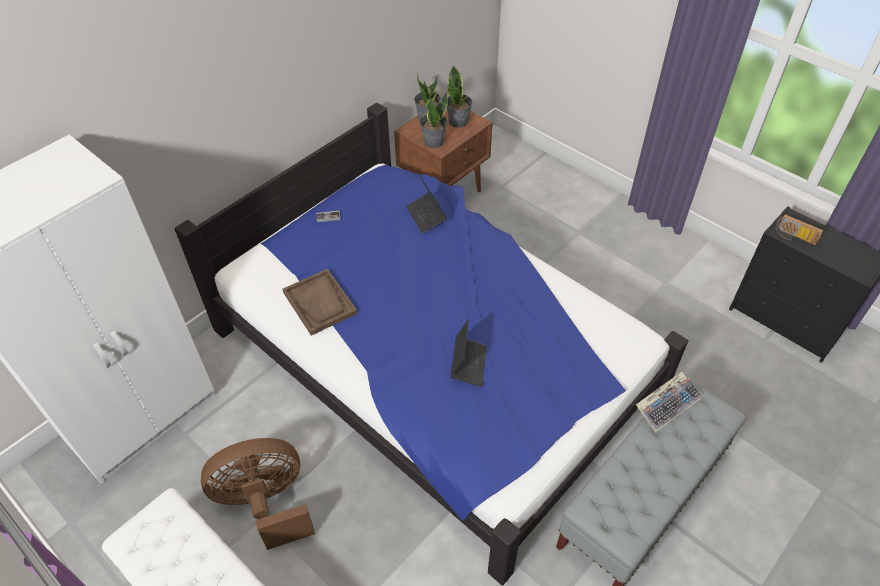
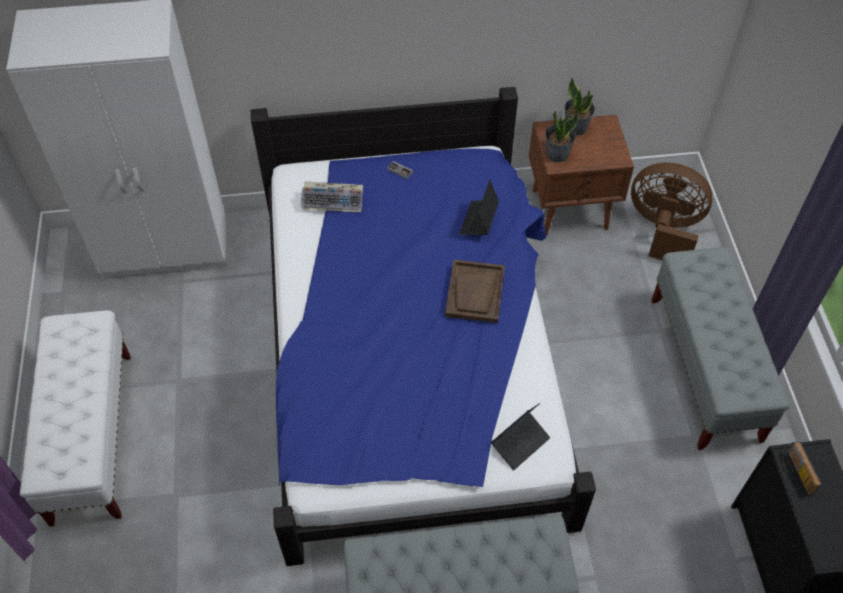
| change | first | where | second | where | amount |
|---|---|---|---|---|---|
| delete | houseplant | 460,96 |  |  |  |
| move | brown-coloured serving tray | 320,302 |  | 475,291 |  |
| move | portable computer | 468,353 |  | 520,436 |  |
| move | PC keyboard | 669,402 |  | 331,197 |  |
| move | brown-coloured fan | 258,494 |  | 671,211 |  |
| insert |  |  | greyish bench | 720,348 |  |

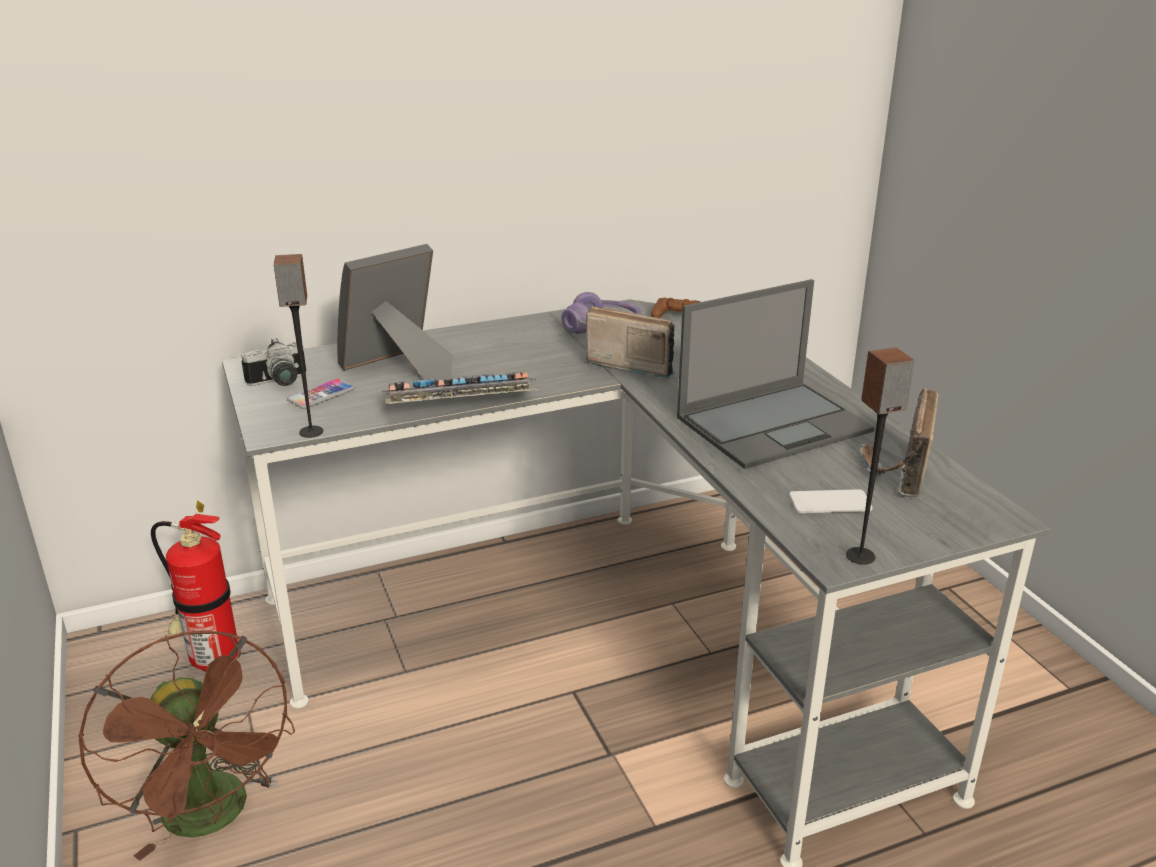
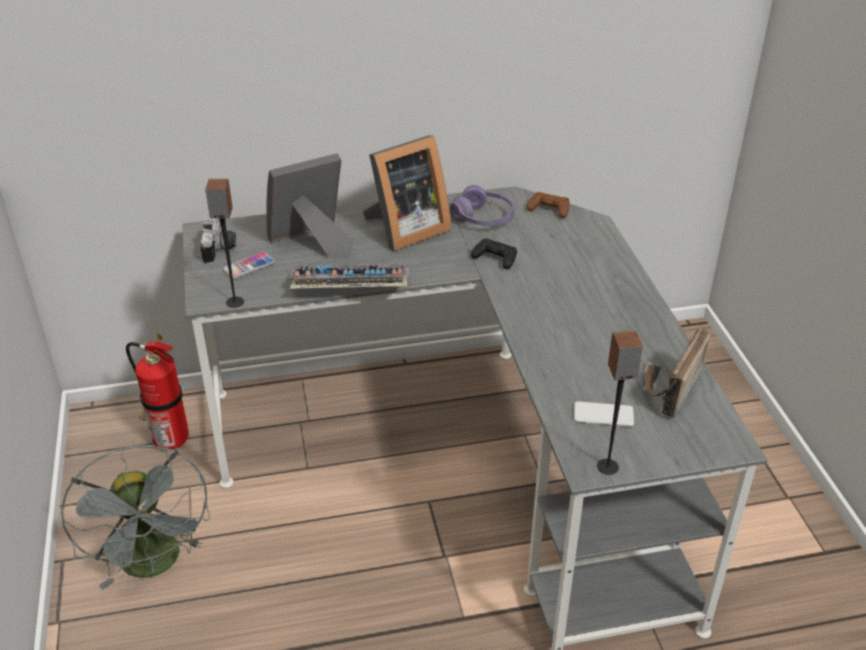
| change | first | where | second | where | amount |
|---|---|---|---|---|---|
| delete | portable computer | 776,374 |  |  |  |
| replace | radio set | 630,342 | black game controller | 494,253 |  |
| rotate | photo camera | 274,362 |  | 218,241 | 75 degrees counterclockwise |
| recolor | brown-coloured fan | 186,745 | greyish fan | 135,517 |  |
| insert |  |  | standing frame | 406,193 |  |

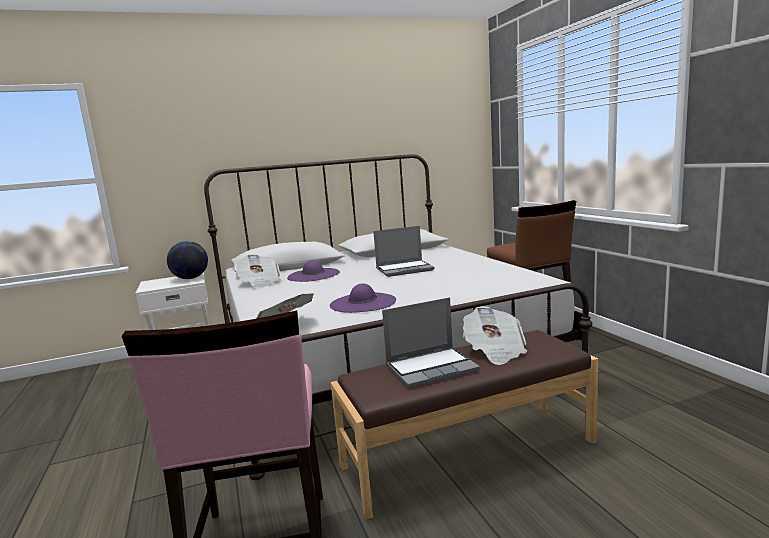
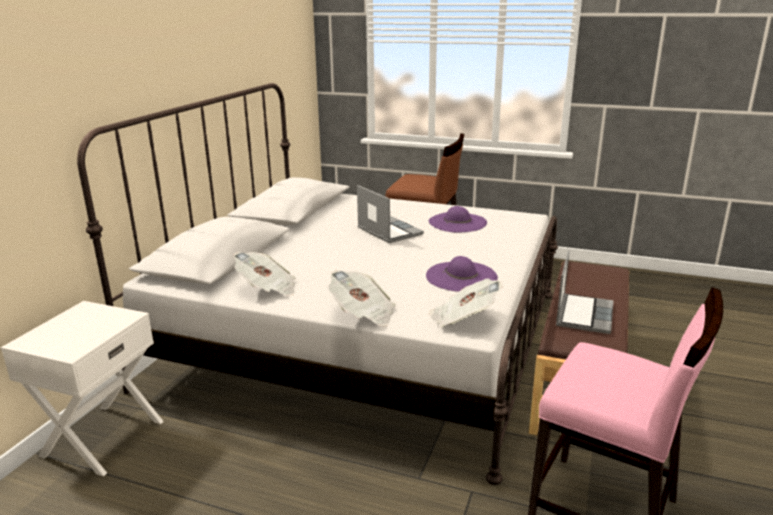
| change | first | where | second | where | amount |
|---|---|---|---|---|---|
| rotate | portable computer | 404,251 |  | 390,214 | 60 degrees counterclockwise |
| delete | world globe | 187,260 |  |  |  |
| move | purple hat | 313,271 |  | 458,219 |  |
| move | printed paper | 495,335 |  | 361,298 |  |

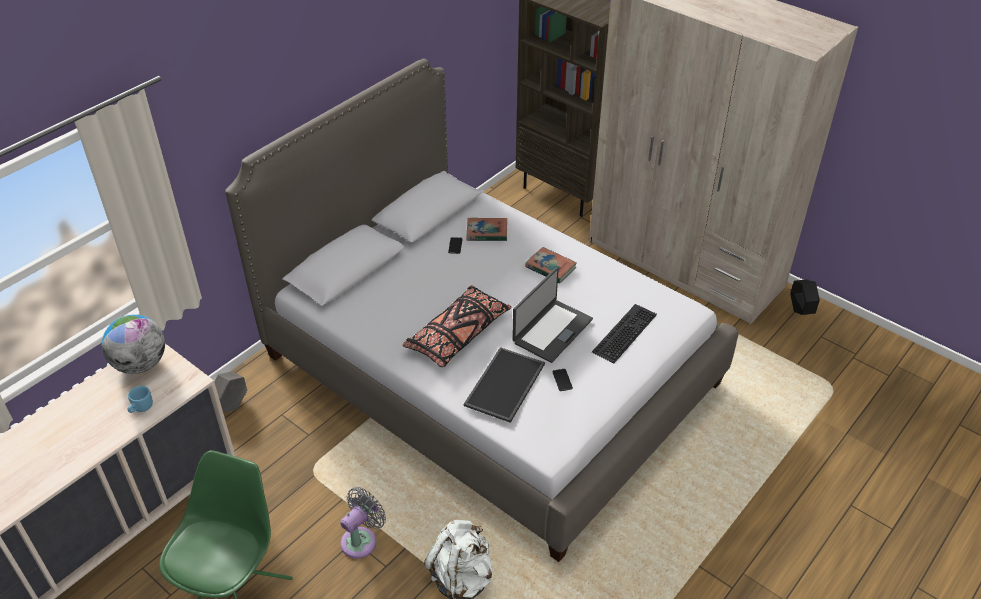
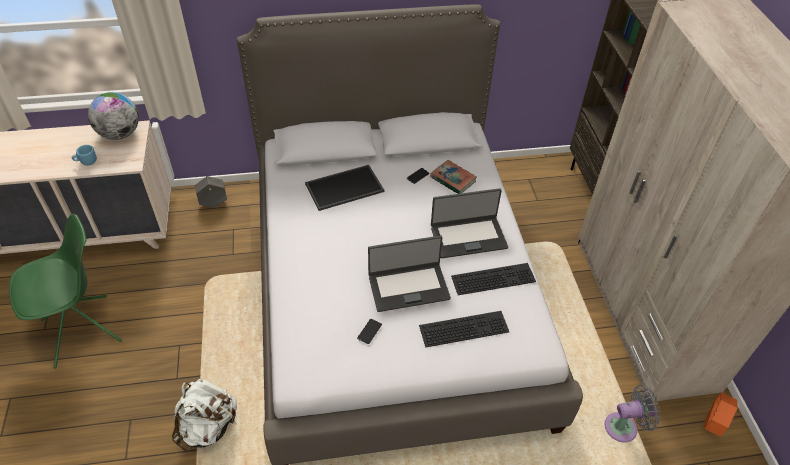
| change | first | where | second | where | amount |
|---|---|---|---|---|---|
| replace | volume | 551,265 | portable computer | 469,223 |  |
| recolor | black plant pot | 805,297 | orange-coloured plant pot | 721,414 |  |
| delete | black throw pillow | 457,326 |  |  |  |
| move | serving tray | 504,385 |  | 344,188 |  |
| move | greyish fan | 363,523 |  | 633,413 |  |
| insert |  |  | PC keyboard | 493,279 |  |

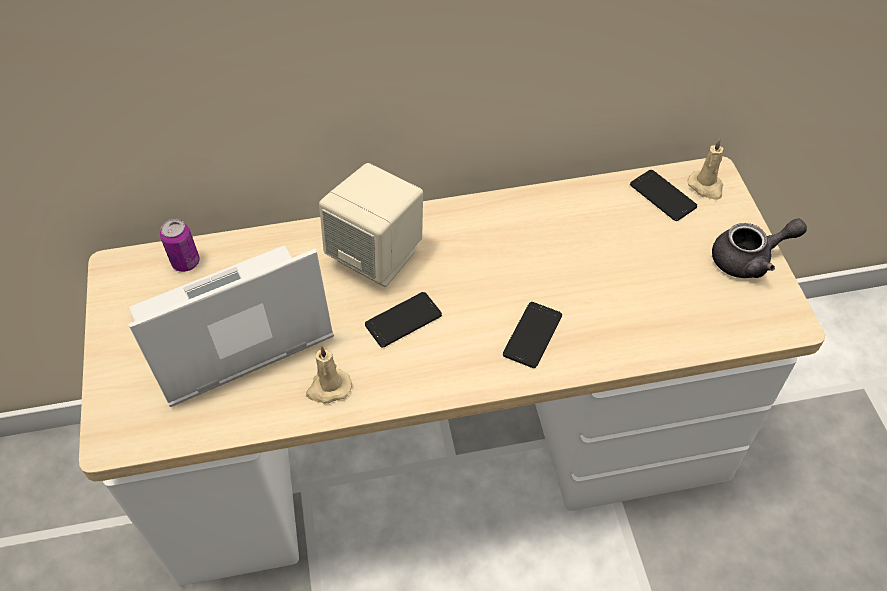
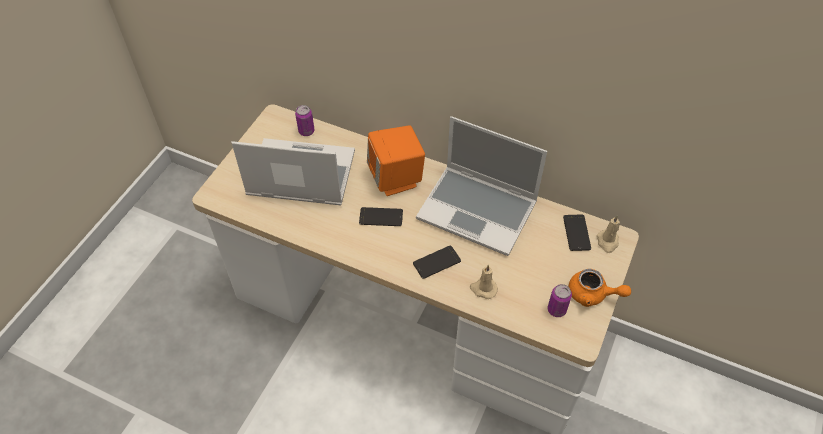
| change | first | where | second | where | amount |
|---|---|---|---|---|---|
| recolor | beige-coloured audio speaker | 371,225 | orange-coloured audio speaker | 396,161 |  |
| recolor | greyish tea pot | 759,248 | orange-coloured tea pot | 600,288 |  |
| move | beige-coloured wax light | 329,375 |  | 484,282 |  |
| insert |  |  | portable computer | 481,186 |  |
| insert |  |  | metal can | 560,300 |  |

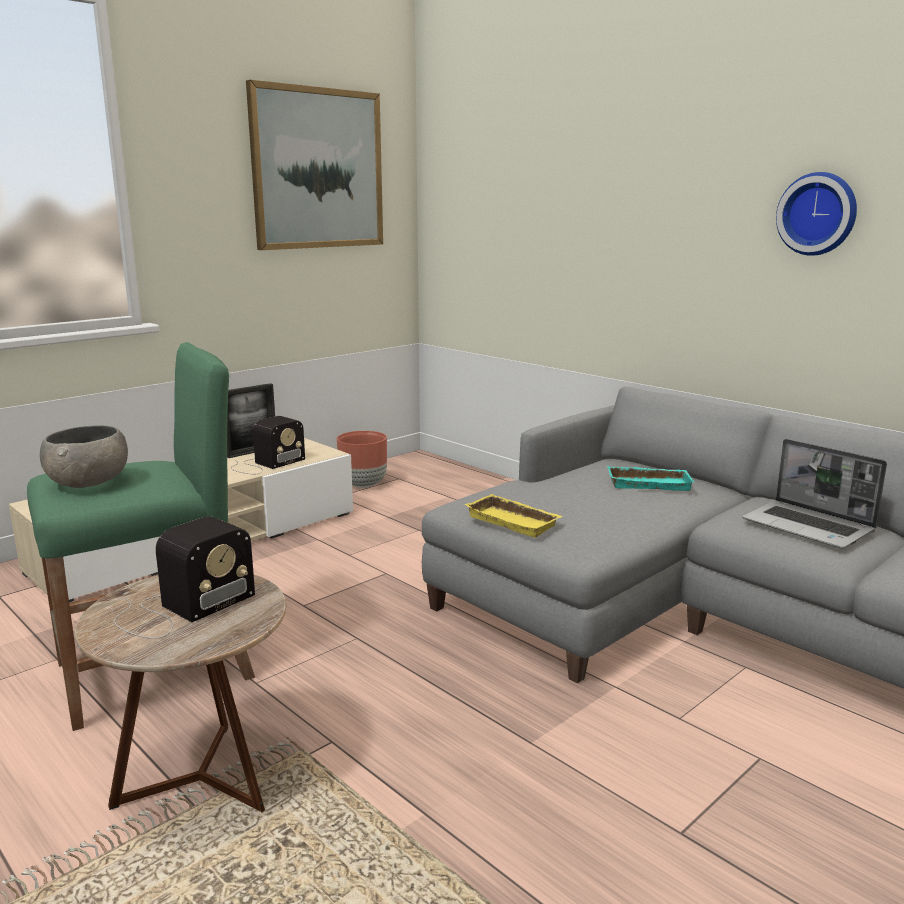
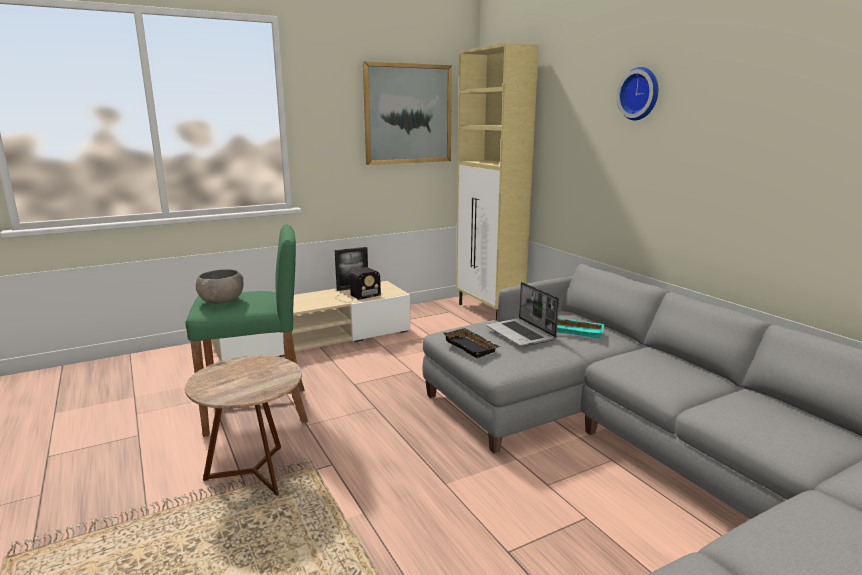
| change | first | where | second | where | amount |
|---|---|---|---|---|---|
| move | wall clock | 816,214 |  | 637,93 |  |
| delete | brown-coloured plant pot | 362,459 |  |  |  |
| move | portable computer | 814,494 |  | 522,314 |  |
| recolor | yellowish serving tray | 513,516 | black serving tray | 471,343 |  |
| delete | radio set | 184,577 |  |  |  |
| insert |  |  | beige-coloured storage cabinet | 497,182 |  |

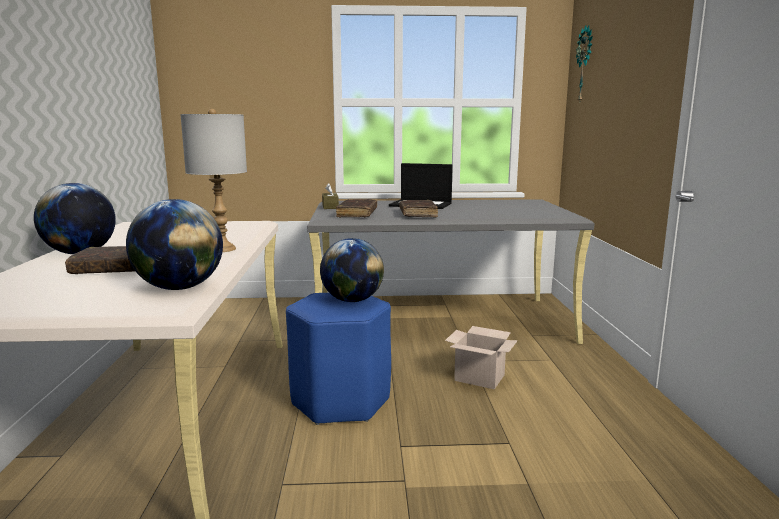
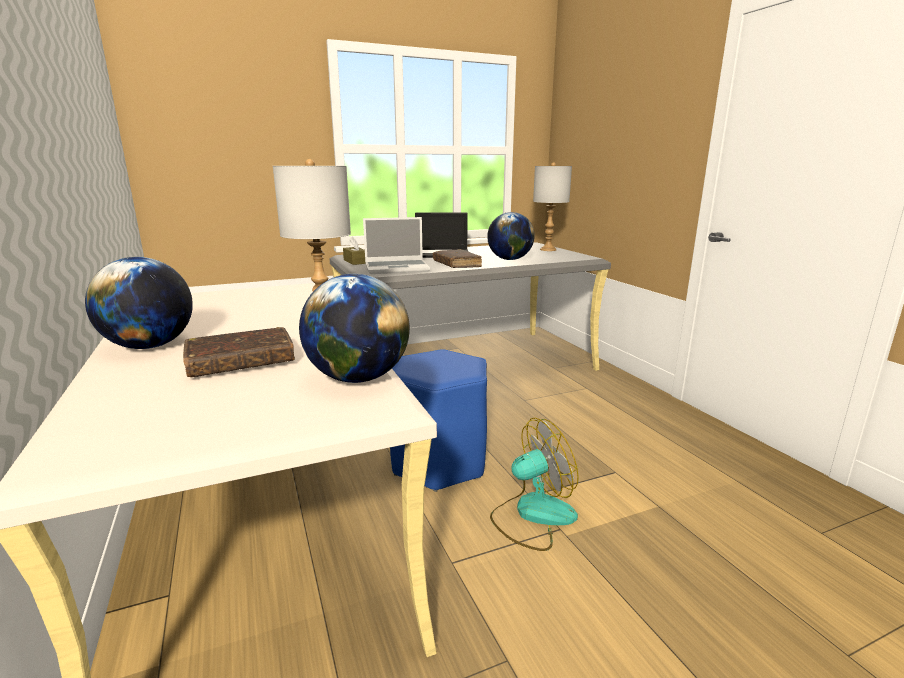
| change | first | where | second | where | amount |
|---|---|---|---|---|---|
| delete | wall clock | 584,64 |  |  |  |
| replace | brown-coloured volume | 356,208 | portable computer | 396,245 |  |
| move | world globe | 352,270 |  | 511,236 |  |
| delete | packing box | 481,357 |  |  |  |
| insert |  |  | greyish lamp for a table | 552,206 |  |
| insert |  |  | fan | 534,484 |  |

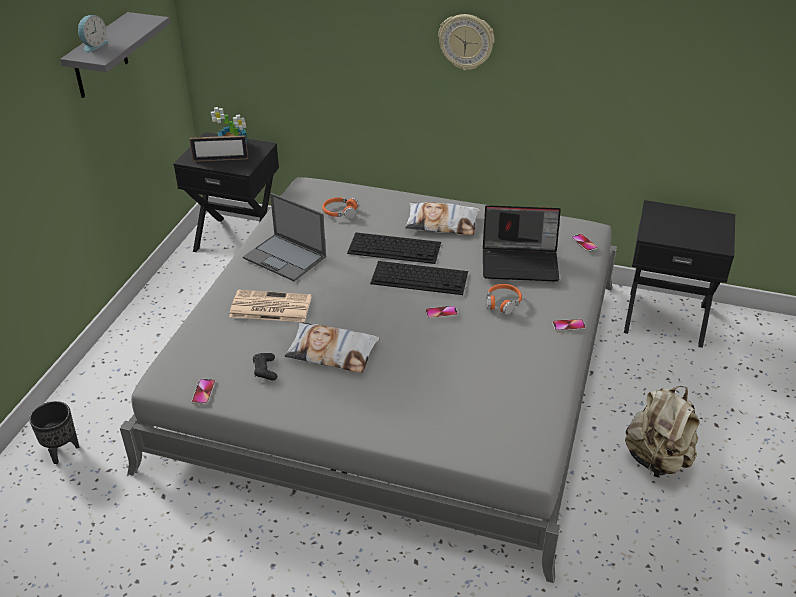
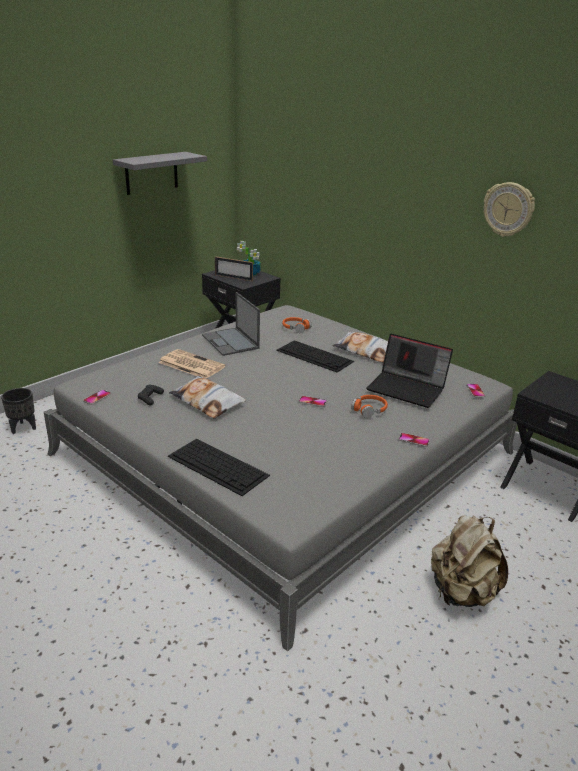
| change | first | where | second | where | amount |
|---|---|---|---|---|---|
| move | wall clock | 466,42 |  | 509,209 |  |
| delete | table clock | 93,34 |  |  |  |
| move | PC keyboard | 419,278 |  | 219,467 |  |

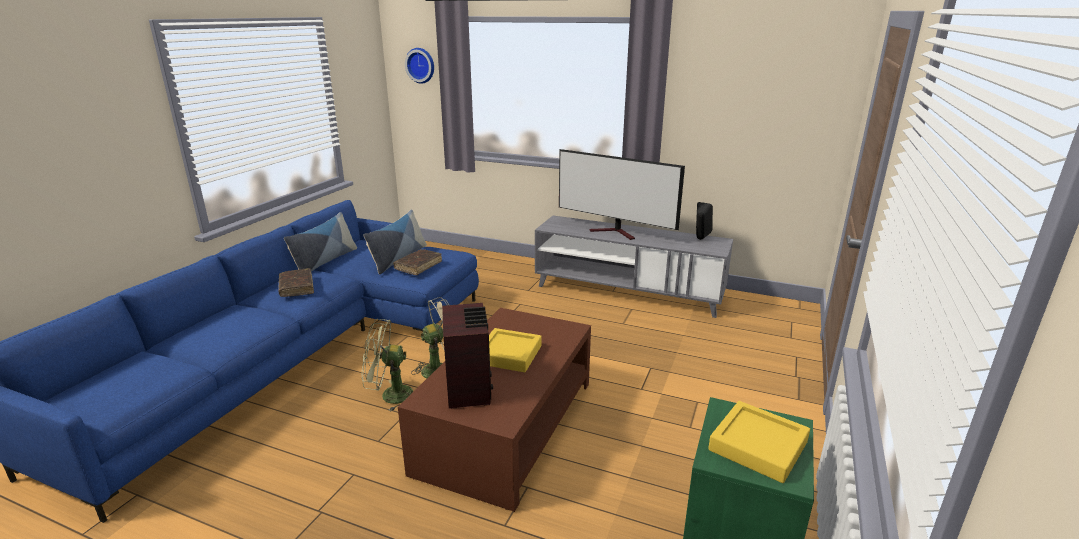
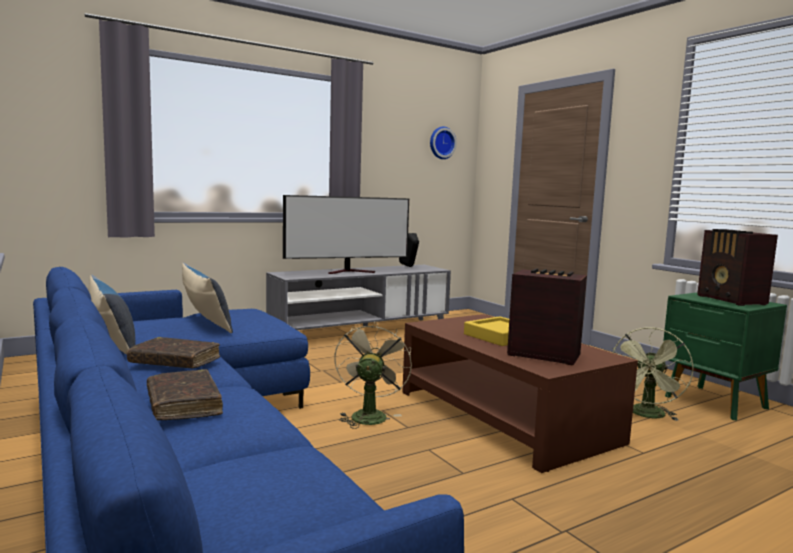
| change | first | where | second | where | amount |
|---|---|---|---|---|---|
| move | wall clock | 419,66 |  | 443,142 |  |
| move | brown-coloured volume | 417,262 |  | 185,394 |  |
| move | green-coloured fan | 387,365 |  | 653,374 |  |
| replace | yellowish serving tray | 759,442 | radio set | 737,267 |  |

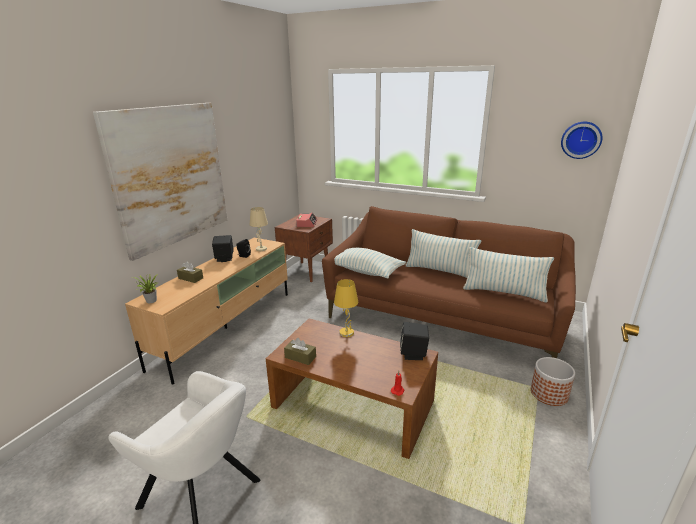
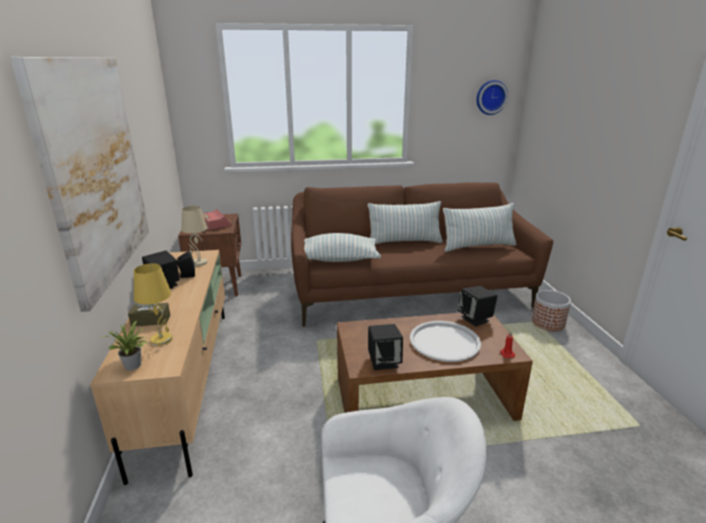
| change | first | where | second | where | amount |
|---|---|---|---|---|---|
| move | yellowish lamp for a table | 346,308 |  | 153,304 |  |
| replace | brown-coloured box of tissues | 300,351 | black audio speaker | 385,347 |  |
| insert |  |  | white-coloured serving tray | 445,341 |  |

